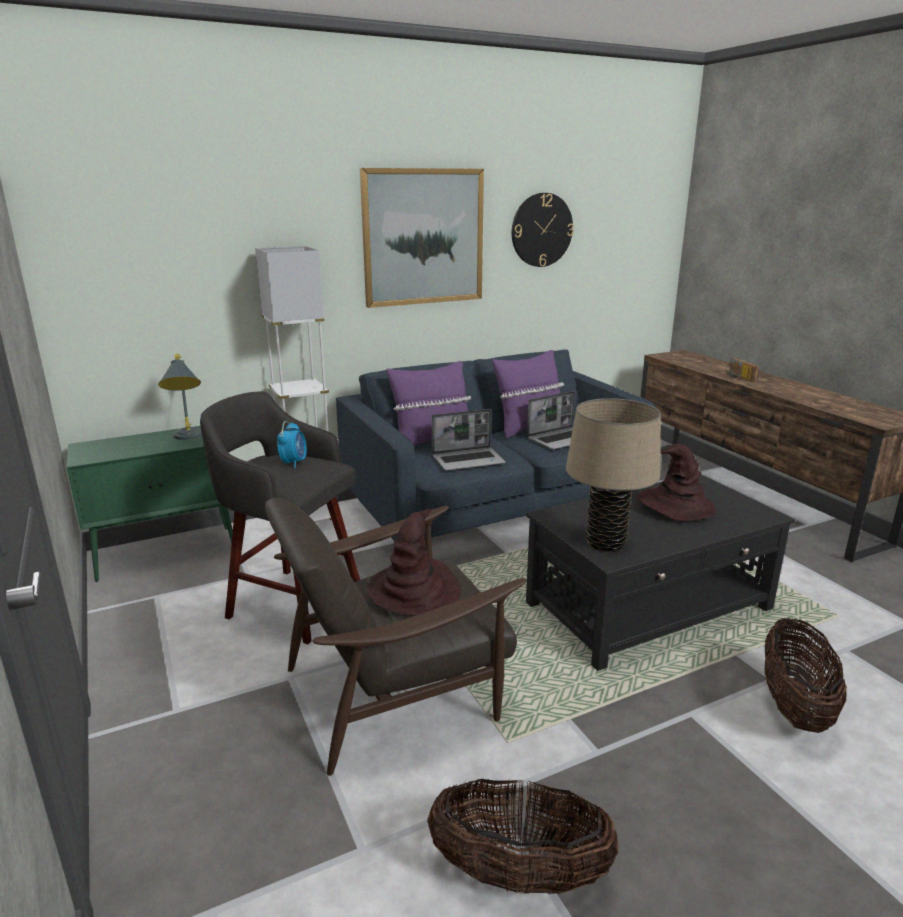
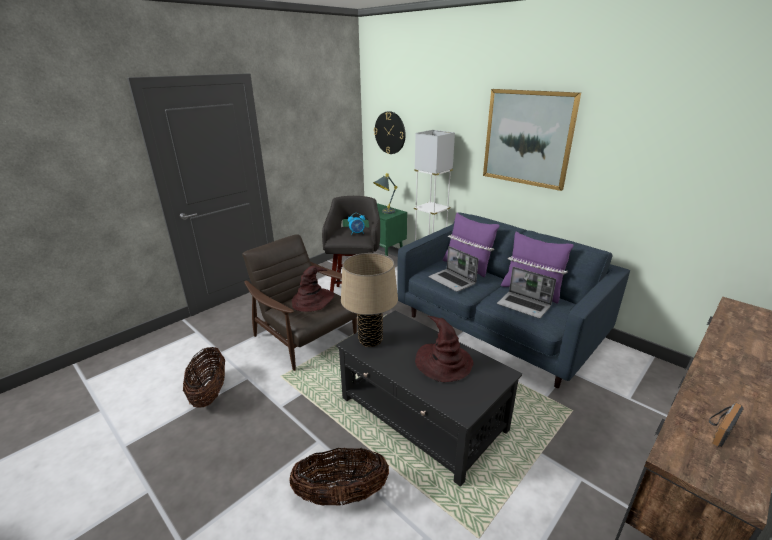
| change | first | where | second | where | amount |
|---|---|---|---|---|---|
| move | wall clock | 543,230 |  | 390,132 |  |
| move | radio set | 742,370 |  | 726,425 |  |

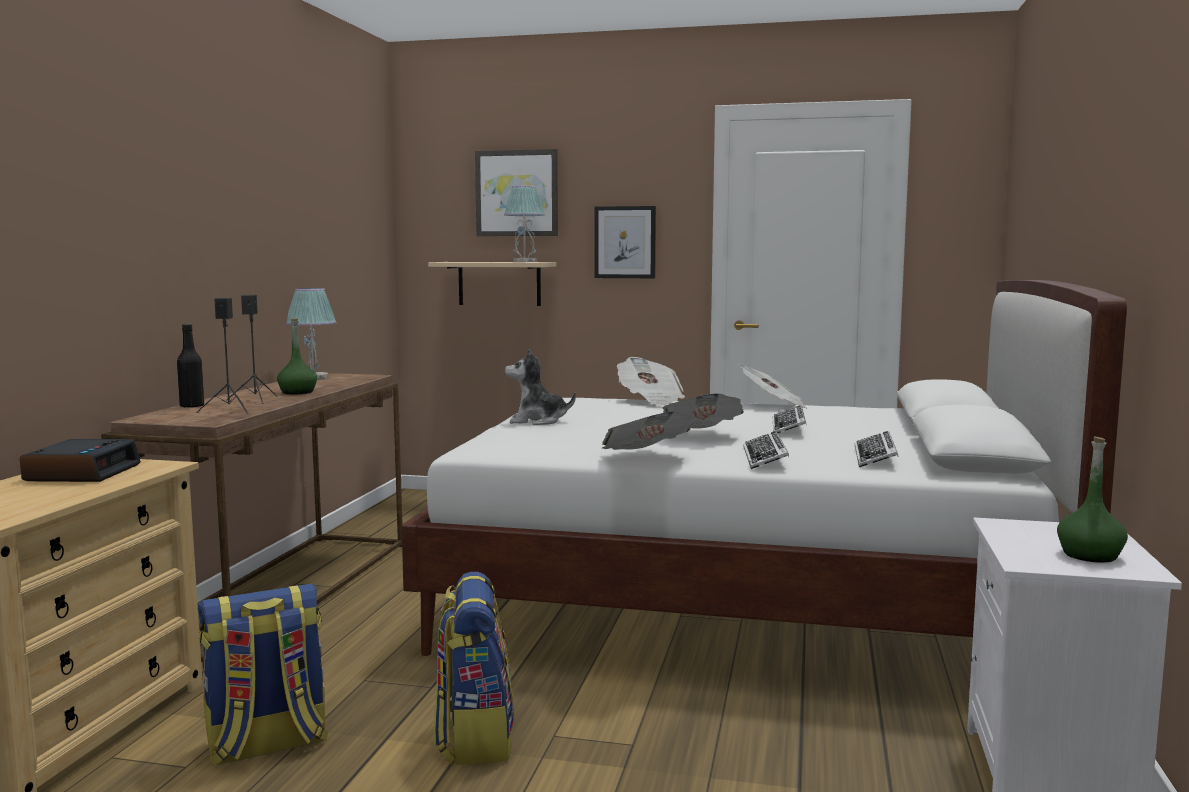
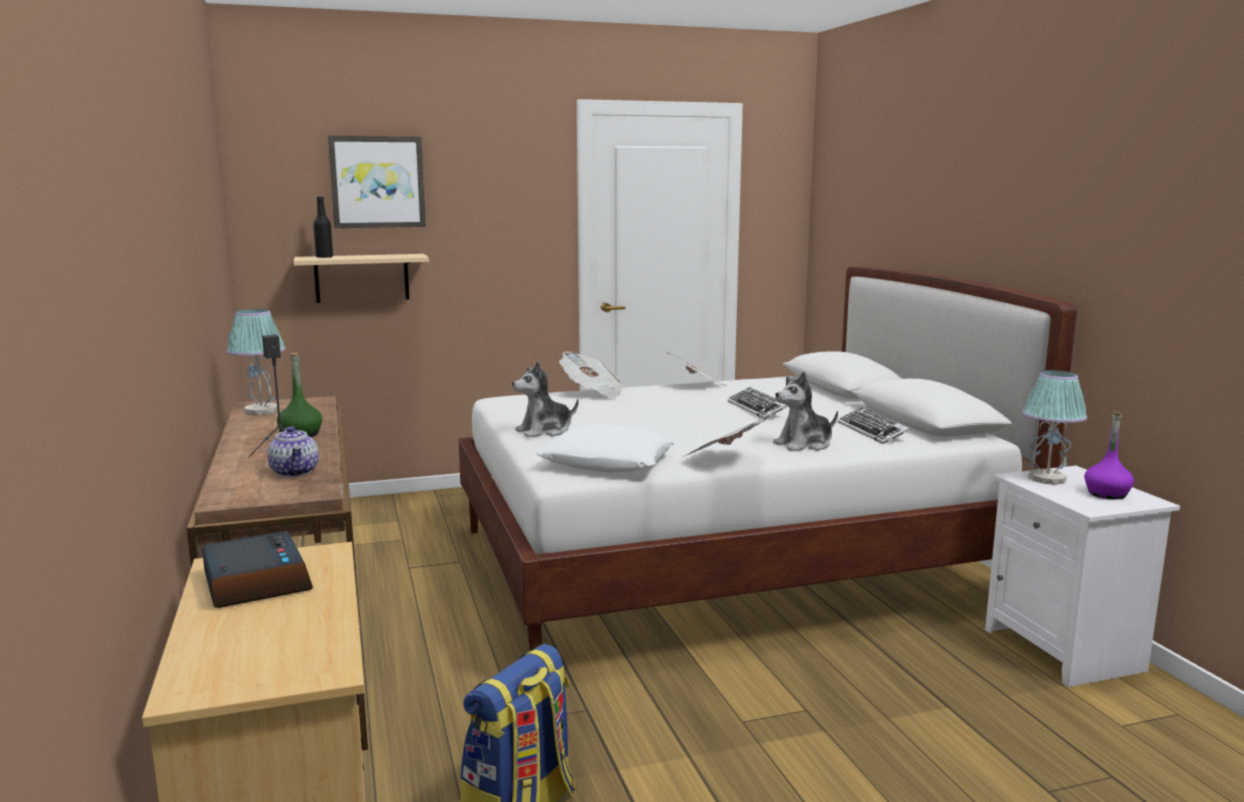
| change | first | where | second | where | amount |
|---|---|---|---|---|---|
| move | lamp for a table | 524,223 |  | 1054,427 |  |
| delete | wall picture | 625,242 |  |  |  |
| replace | black audio speaker | 222,356 | tea pot | 293,451 |  |
| move | black drink bottle | 190,366 |  | 323,227 |  |
| delete | printed paper | 703,411 |  |  |  |
| replace | PC keyboard | 766,450 | plush toy | 805,411 |  |
| recolor | green-coloured drink bottle | 1092,500 | purple drink bottle | 1109,455 |  |
| delete | knapsack | 474,668 |  |  |  |
| insert |  |  | white-coloured throw pillow | 605,449 |  |

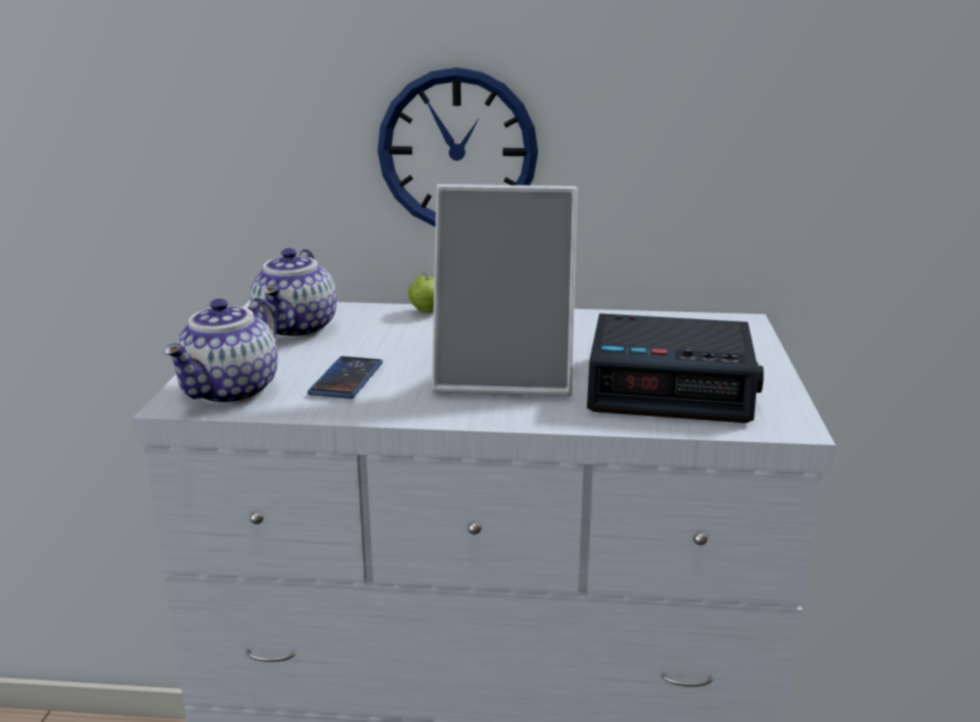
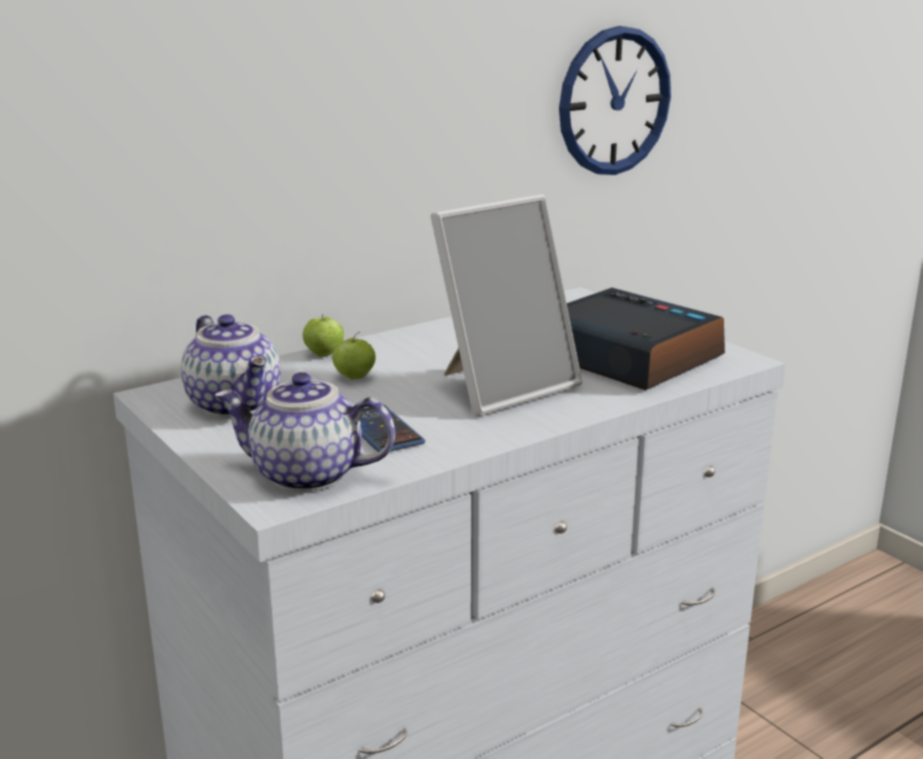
| change | first | where | second | where | amount |
|---|---|---|---|---|---|
| move | wall clock | 457,147 |  | 615,100 |  |
| rotate | tea pot | 220,351 |  | 304,432 | 120 degrees clockwise |
| rotate | table clock | 675,368 |  | 646,339 | 105 degrees counterclockwise |
| insert |  |  | apple fruit | 354,355 |  |

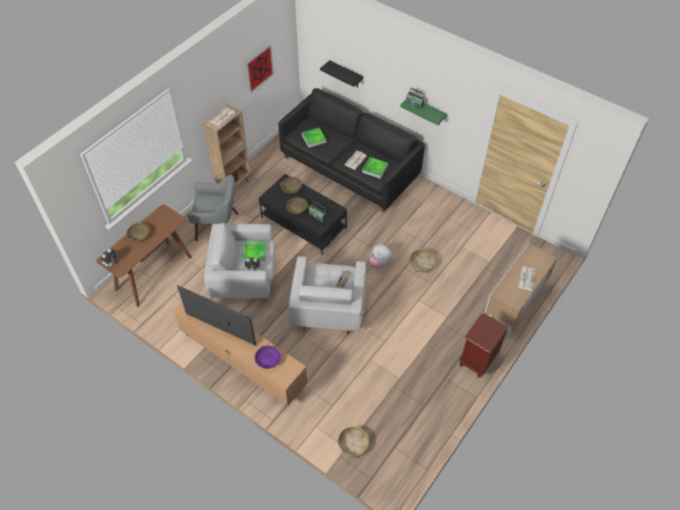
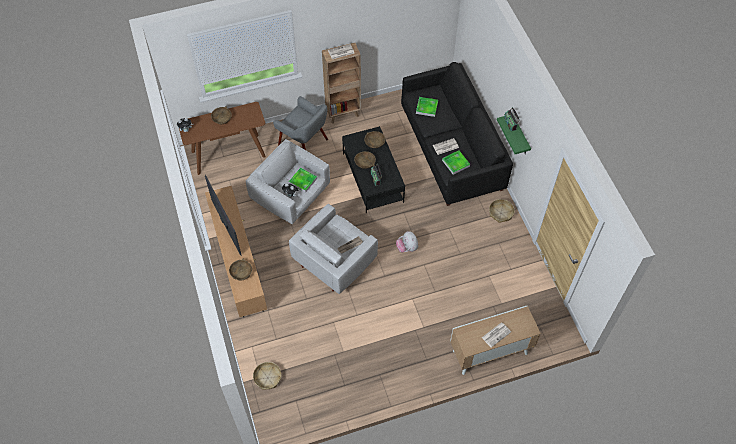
| change | first | where | second | where | amount |
|---|---|---|---|---|---|
| delete | wall picture | 260,69 |  |  |  |
| delete | black wall shelf | 341,73 |  |  |  |
| move | storage basket | 423,261 |  | 502,211 |  |
| delete | brown-coloured nightstand | 483,345 |  |  |  |
| recolor | purple serving bowl | 268,357 | brown-coloured serving bowl | 240,269 |  |

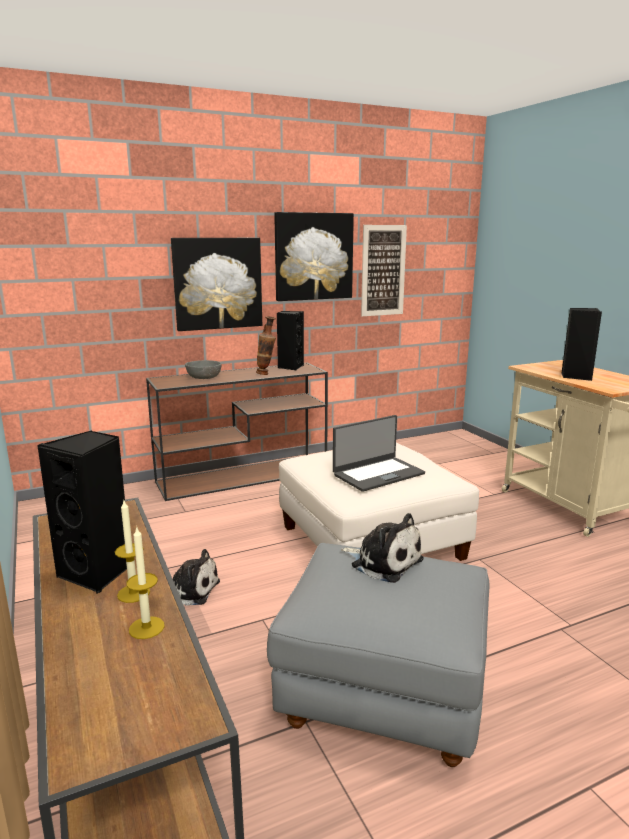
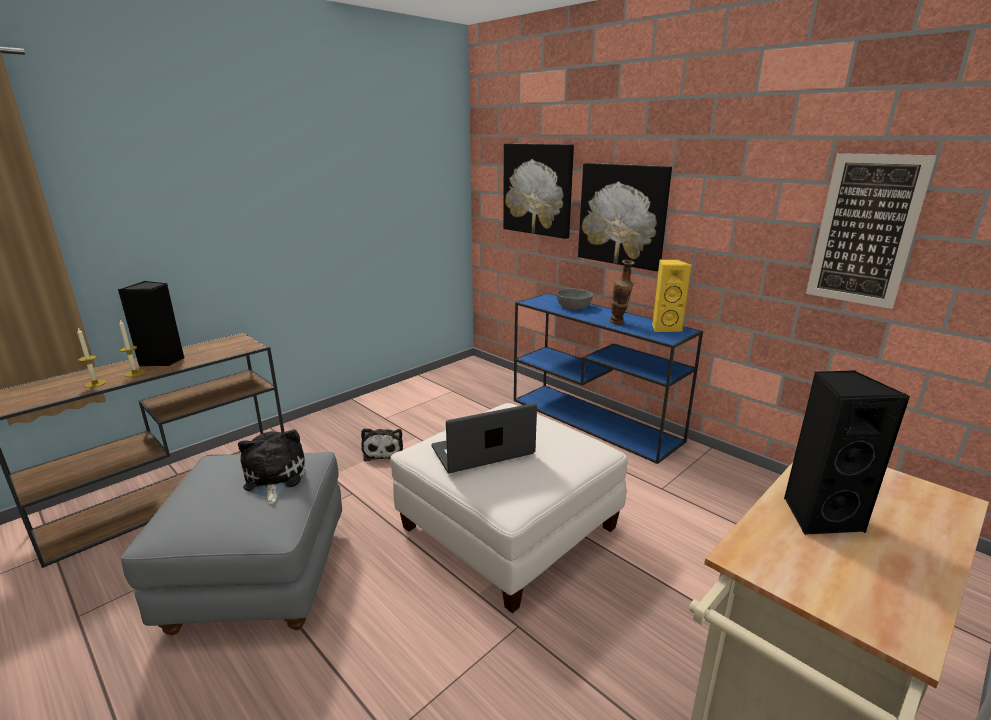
| change | first | where | second | where | amount |
|---|---|---|---|---|---|
| move | wall picture | 314,256 |  | 538,191 |  |
| recolor | black audio speaker | 290,340 | yellowish audio speaker | 672,295 |  |
| recolor | brown-coloured hall table | 237,432 | blue-coloured hall table | 608,378 |  |
| rotate | portable computer | 379,453 |  | 484,438 | 120 degrees clockwise |
| rotate | plush toy | 382,548 |  | 271,466 | 150 degrees clockwise |

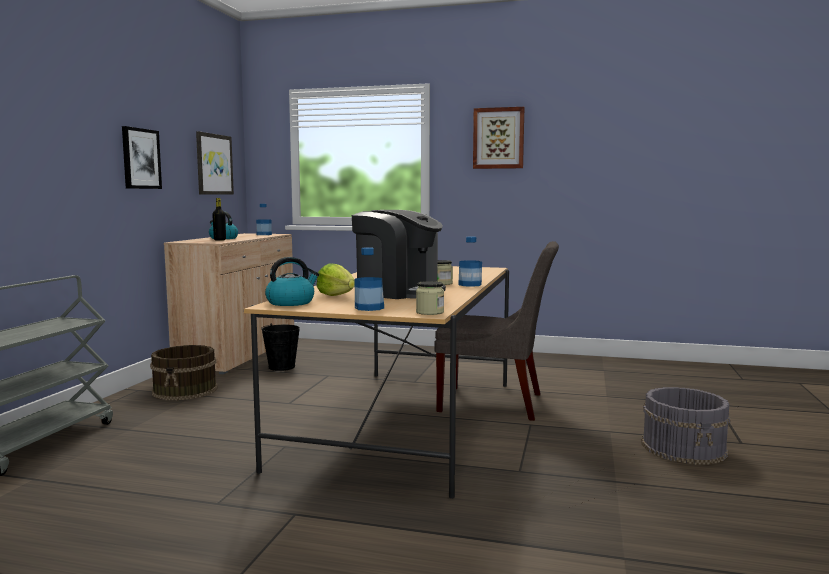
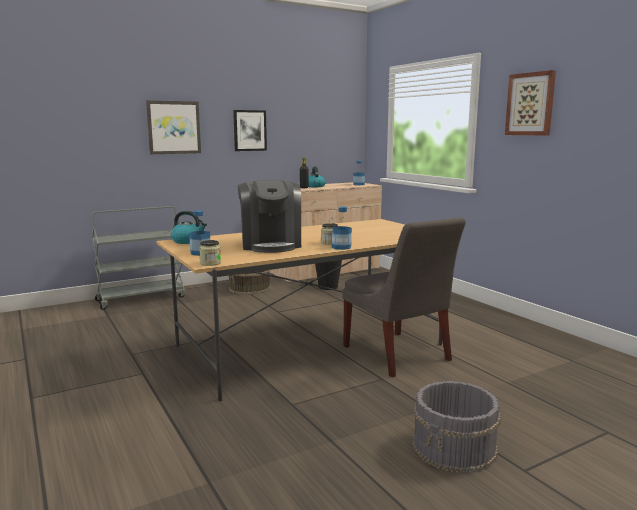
| change | first | where | second | where | amount |
|---|---|---|---|---|---|
| move | wall picture | 215,163 |  | 173,127 |  |
| delete | lettuce | 335,279 |  |  |  |

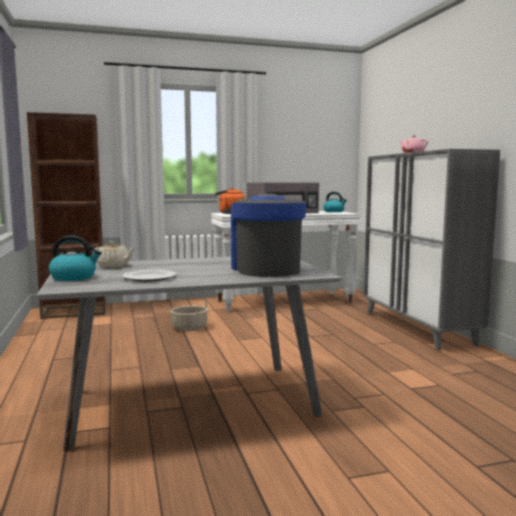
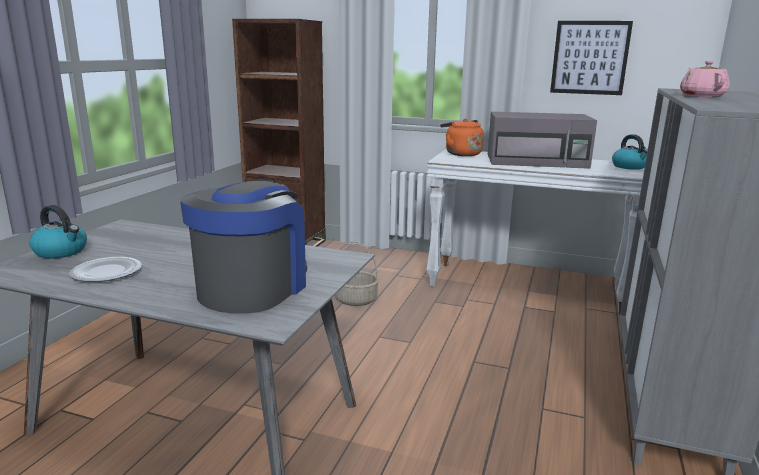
| change | first | where | second | where | amount |
|---|---|---|---|---|---|
| delete | beige-coloured tea pot | 113,254 |  |  |  |
| insert |  |  | wall picture | 591,58 |  |

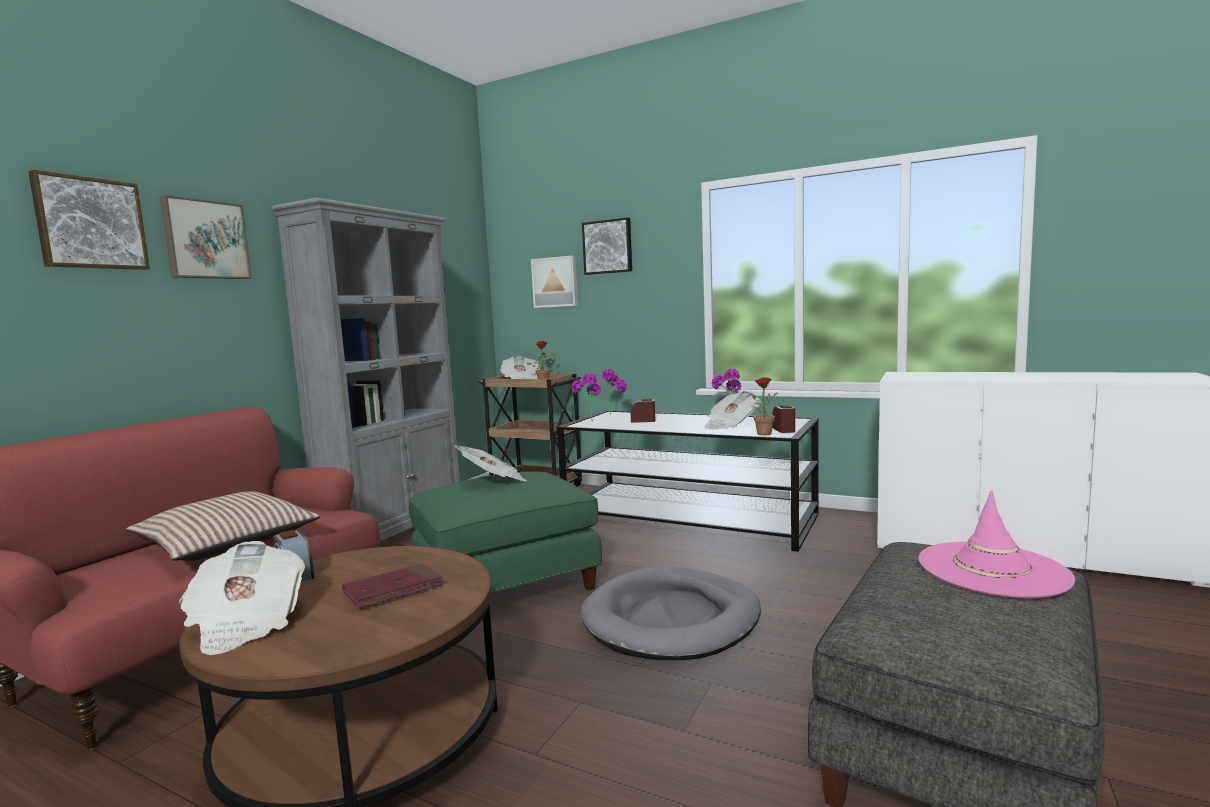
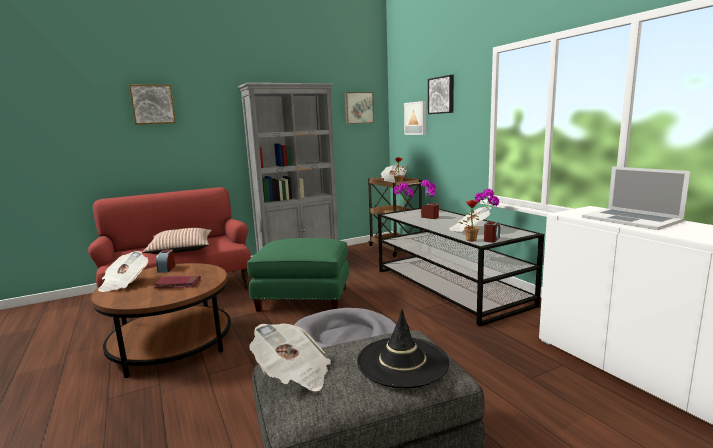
| change | first | where | second | where | amount |
|---|---|---|---|---|---|
| move | wall picture | 206,237 |  | 359,108 |  |
| move | printed paper | 490,463 |  | 290,357 |  |
| recolor | pink hat | 996,544 | black hat | 403,348 |  |
| insert |  |  | portable computer | 636,198 |  |

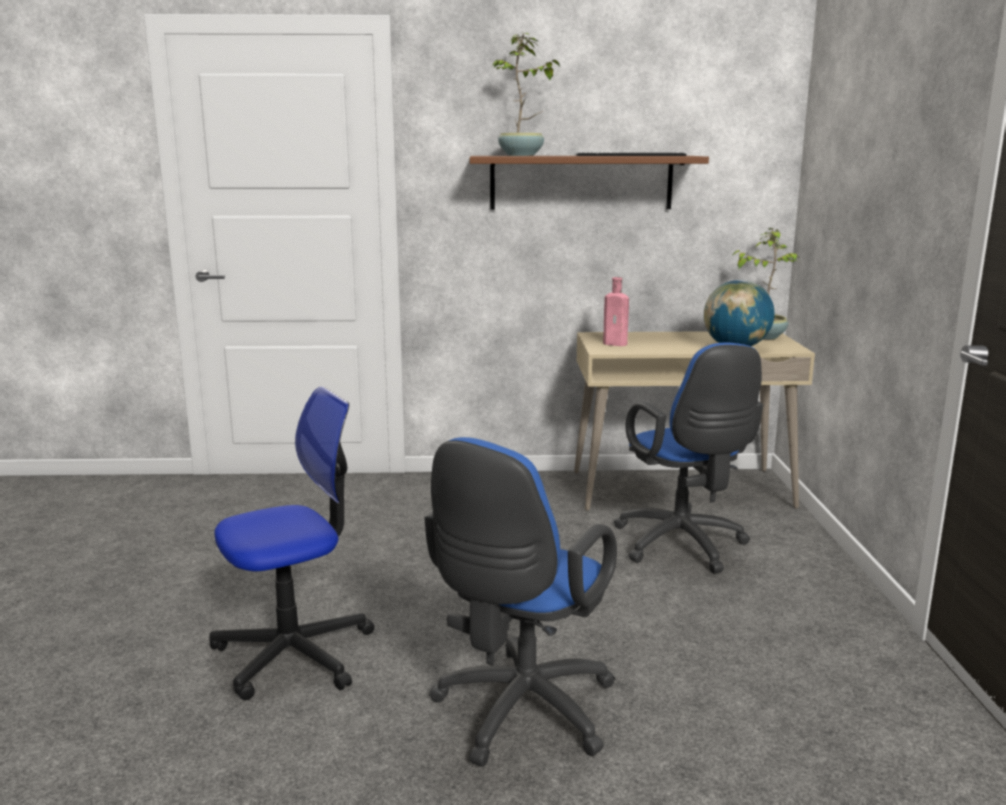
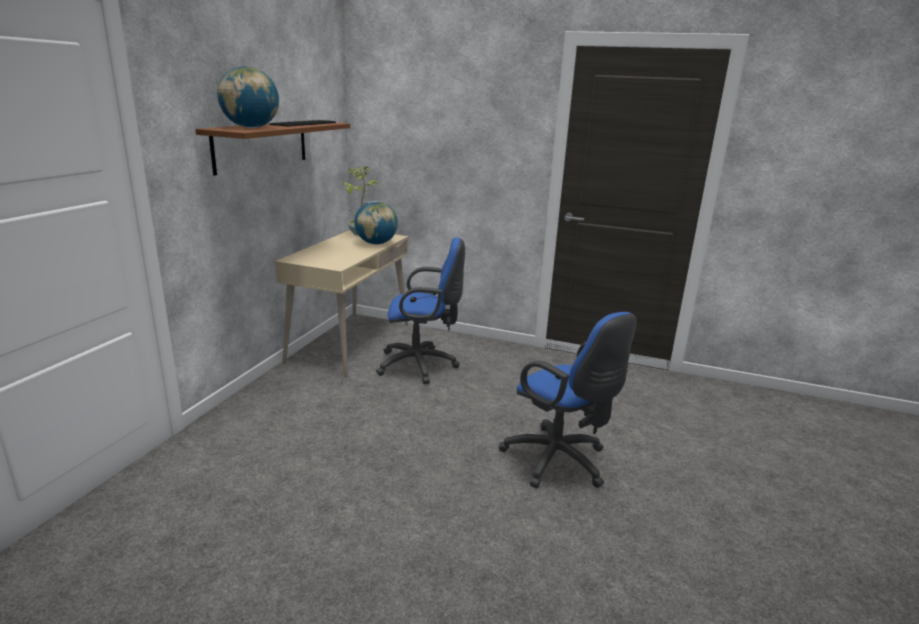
| change | first | where | second | where | amount |
|---|---|---|---|---|---|
| replace | houseplant | 526,94 | world globe | 248,97 |  |
| delete | pink drink bottle | 616,311 |  |  |  |
| delete | office chair | 291,543 |  |  |  |

